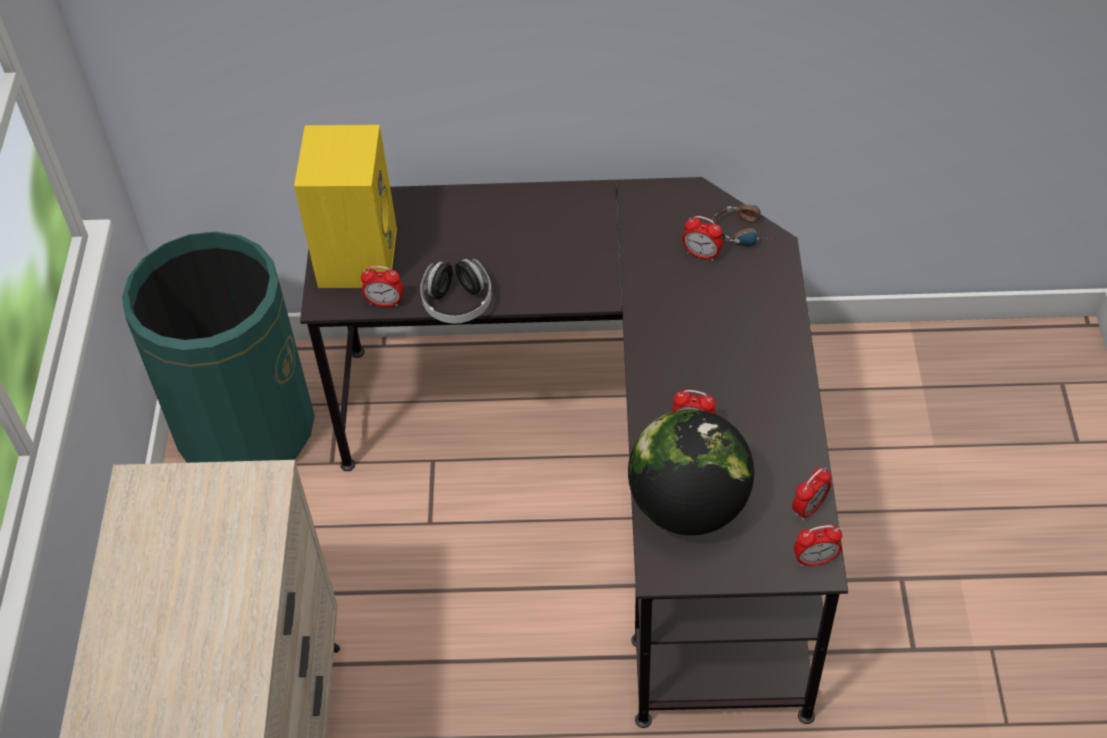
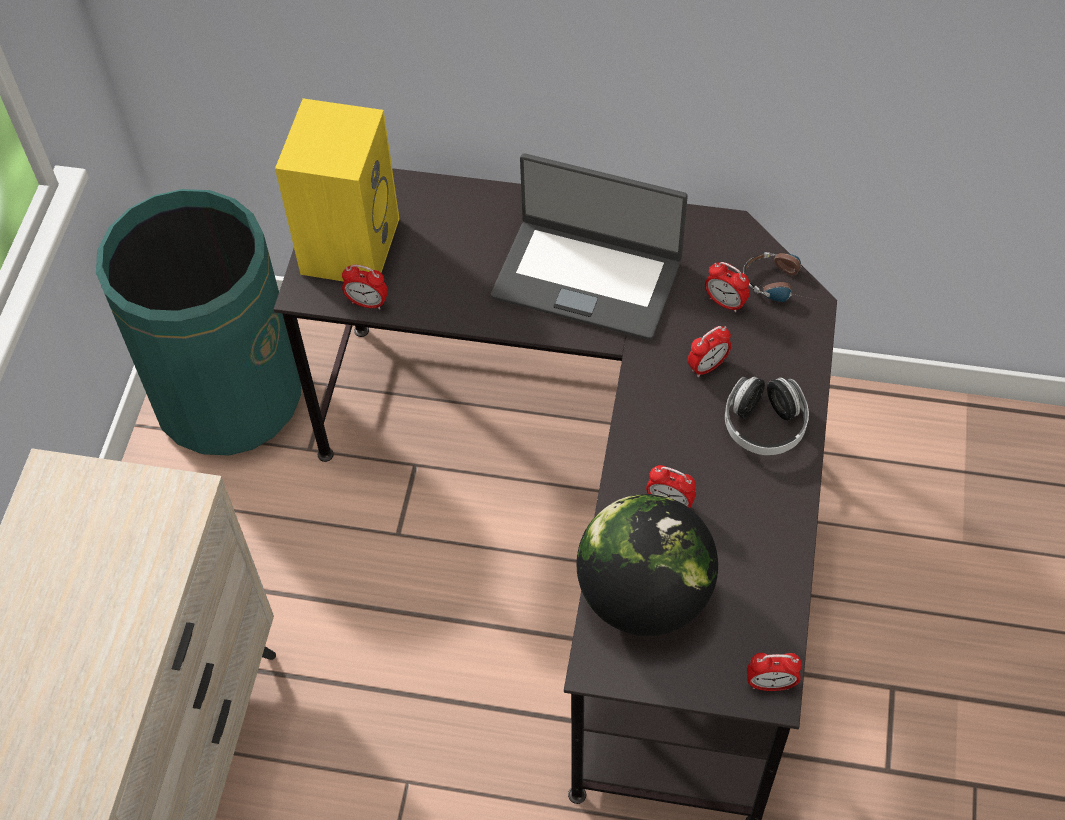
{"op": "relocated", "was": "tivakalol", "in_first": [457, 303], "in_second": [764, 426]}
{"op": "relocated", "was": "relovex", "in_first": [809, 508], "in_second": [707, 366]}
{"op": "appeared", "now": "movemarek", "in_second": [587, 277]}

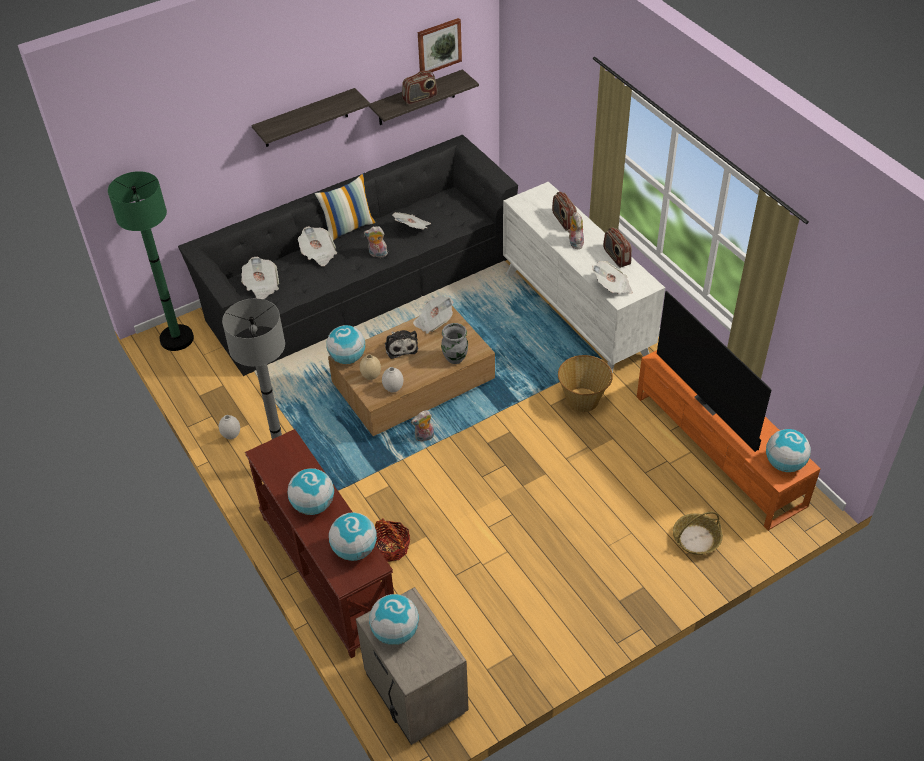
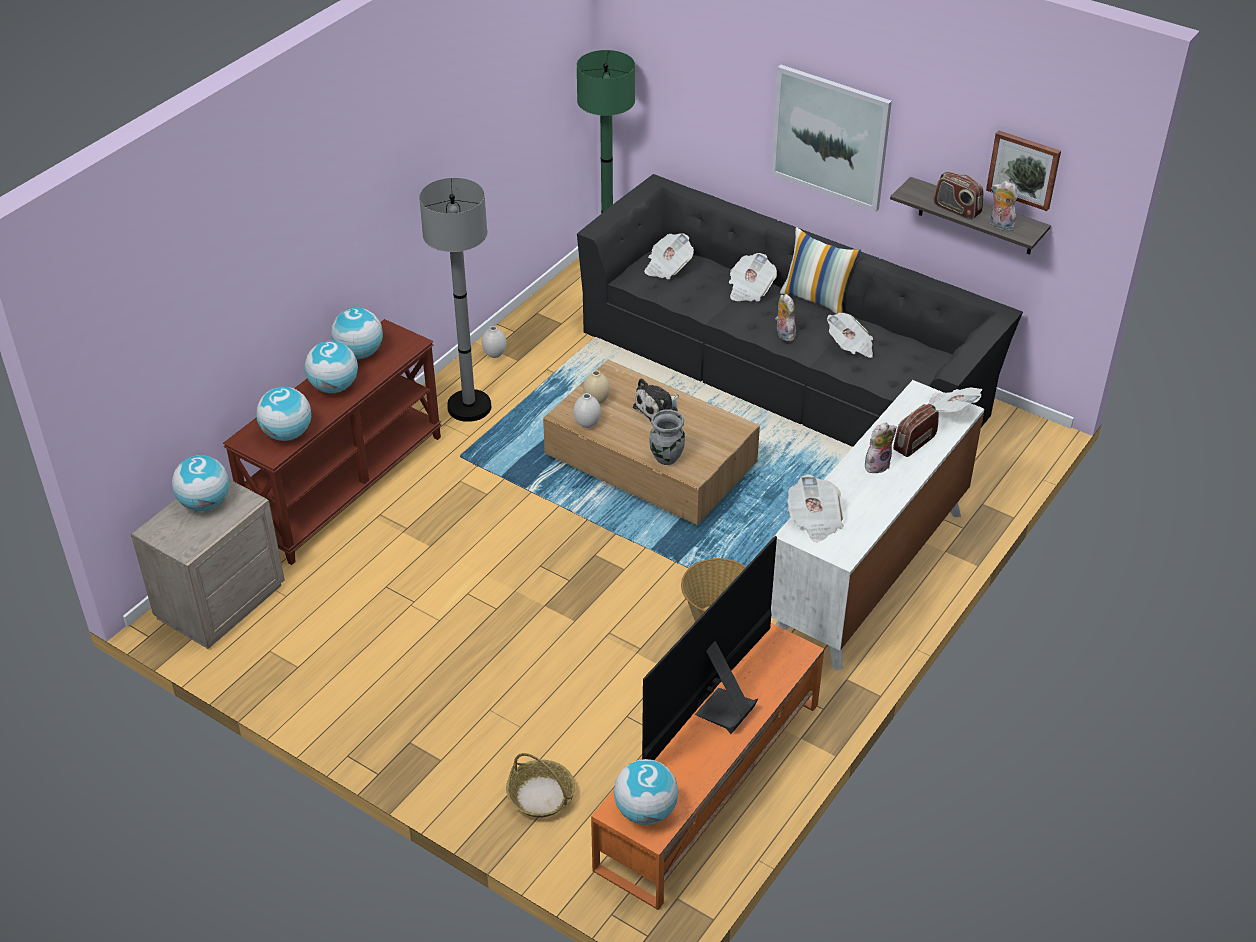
{"op": "exchanged", "was": "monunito", "now": "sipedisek", "in_first": [305, 118], "in_second": [830, 137]}
{"op": "relocated", "was": "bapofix", "in_first": [347, 358], "in_second": [359, 353]}
{"op": "missing", "was": "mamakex", "in_first": [391, 547]}
{"op": "relocated", "was": "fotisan", "in_first": [424, 438], "in_second": [1000, 226]}
{"op": "relocated", "was": "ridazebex", "in_first": [433, 322], "in_second": [950, 411]}
{"op": "missing", "was": "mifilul", "in_first": [616, 257]}

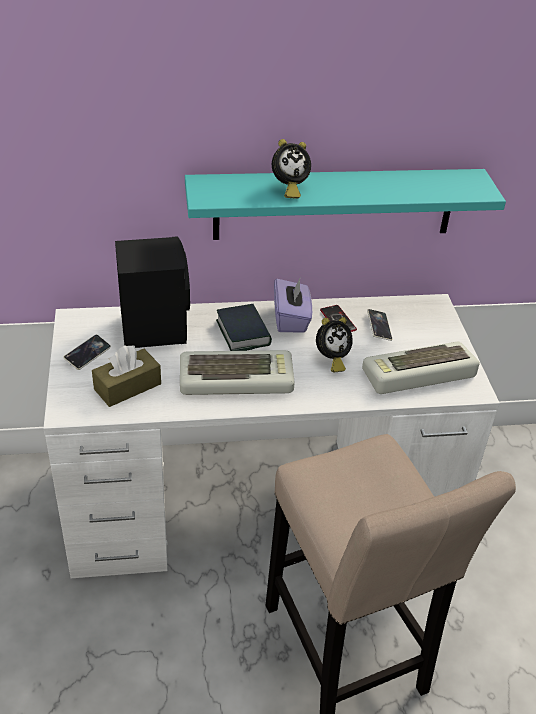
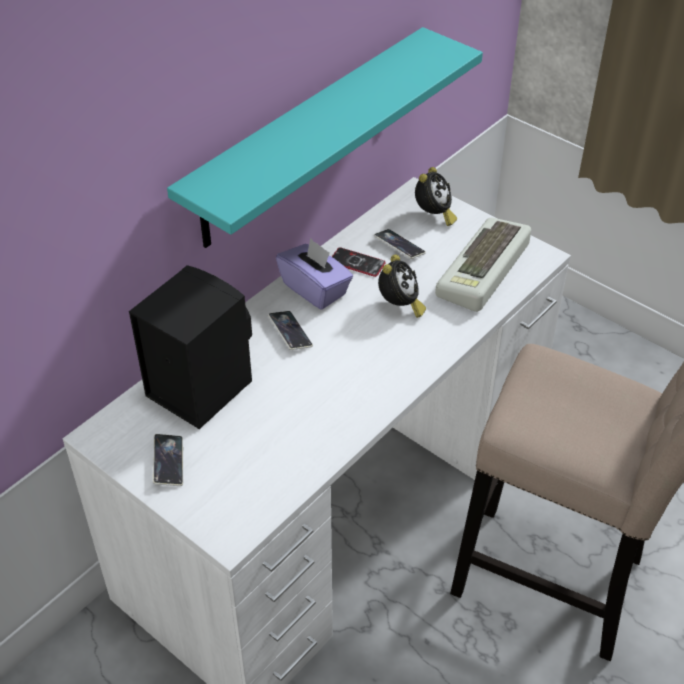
{"op": "missing", "was": "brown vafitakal", "in_first": [127, 386]}
{"op": "missing", "was": "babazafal", "in_first": [237, 378]}
{"op": "exchanged", "was": "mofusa", "now": "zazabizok", "in_first": [243, 333], "in_second": [290, 333]}
{"op": "relocated", "was": "relovex", "in_first": [288, 189], "in_second": [433, 216]}

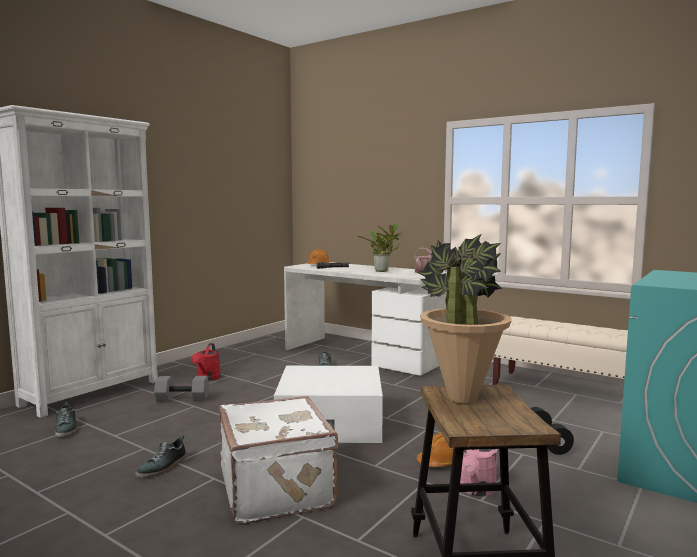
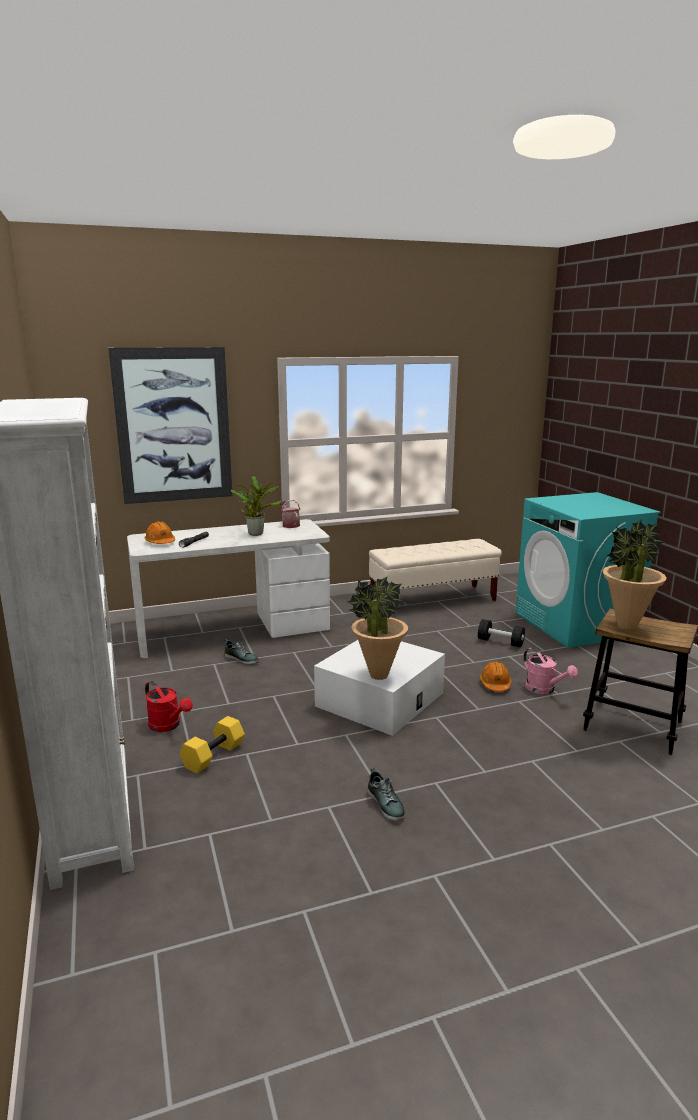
{"op": "missing", "was": "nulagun", "in_first": [66, 428]}
{"op": "colour", "was": "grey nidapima", "now": "yellow nidapima", "in_first": [183, 398], "in_second": [213, 755]}
{"op": "missing", "was": "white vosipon", "in_first": [278, 488]}
{"op": "appeared", "now": "sipedisek", "in_second": [173, 426]}
{"op": "appeared", "now": "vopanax", "in_second": [378, 675]}

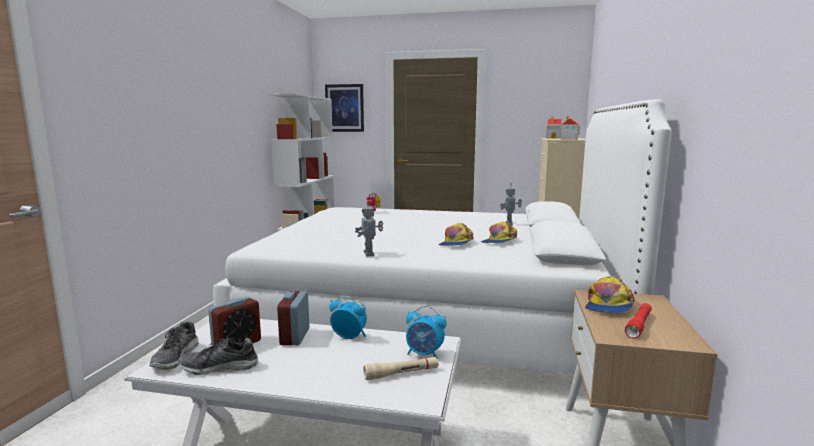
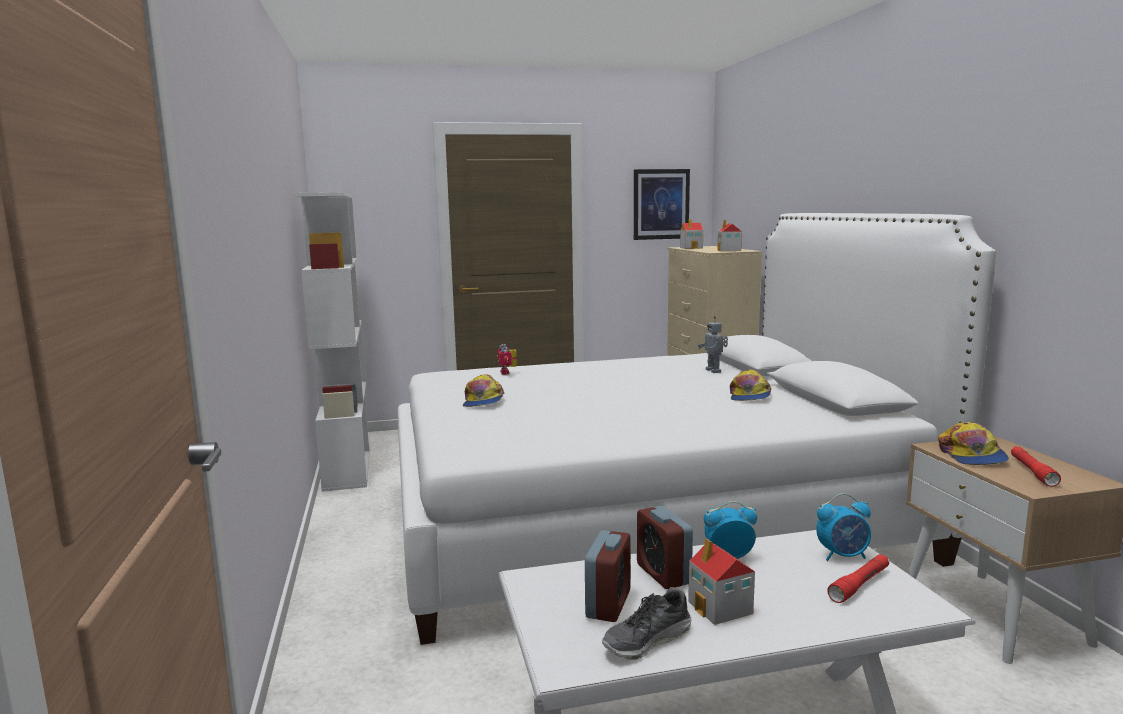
{"op": "missing", "was": "nulagun", "in_first": [176, 357]}
{"op": "relocated", "was": "sipedisek", "in_first": [344, 108], "in_second": [661, 204]}
{"op": "missing", "was": "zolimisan", "in_first": [370, 254]}
{"op": "colour", "was": "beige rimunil", "now": "red rimunil", "in_first": [401, 374], "in_second": [859, 585]}
{"op": "relocated", "was": "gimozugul", "in_first": [456, 243], "in_second": [483, 401]}
{"op": "appeared", "now": "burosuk", "in_second": [721, 608]}

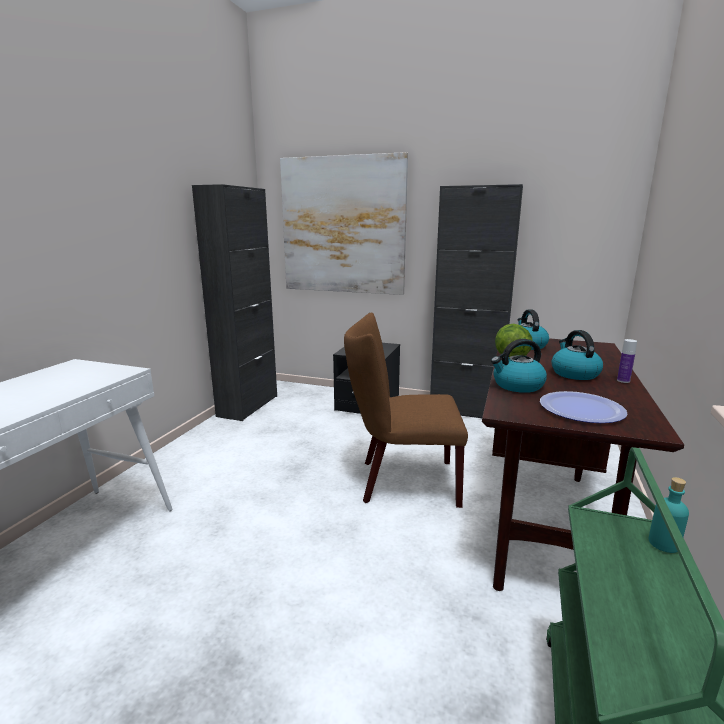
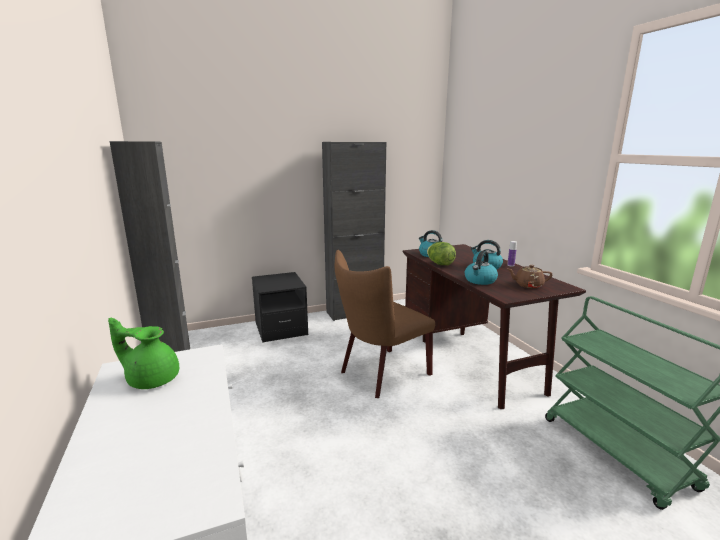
{"op": "missing", "was": "sipedisek", "in_first": [343, 226]}
{"op": "exchanged", "was": "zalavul", "now": "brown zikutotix", "in_first": [581, 409], "in_second": [528, 285]}
{"op": "missing", "was": "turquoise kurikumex", "in_first": [664, 543]}
{"op": "appeared", "now": "green zikutotix", "in_second": [152, 379]}

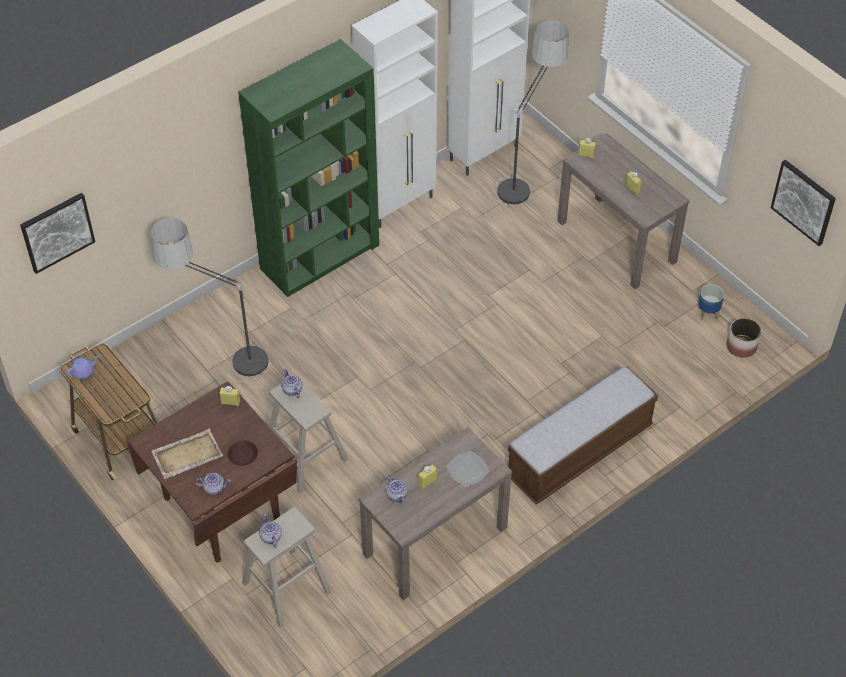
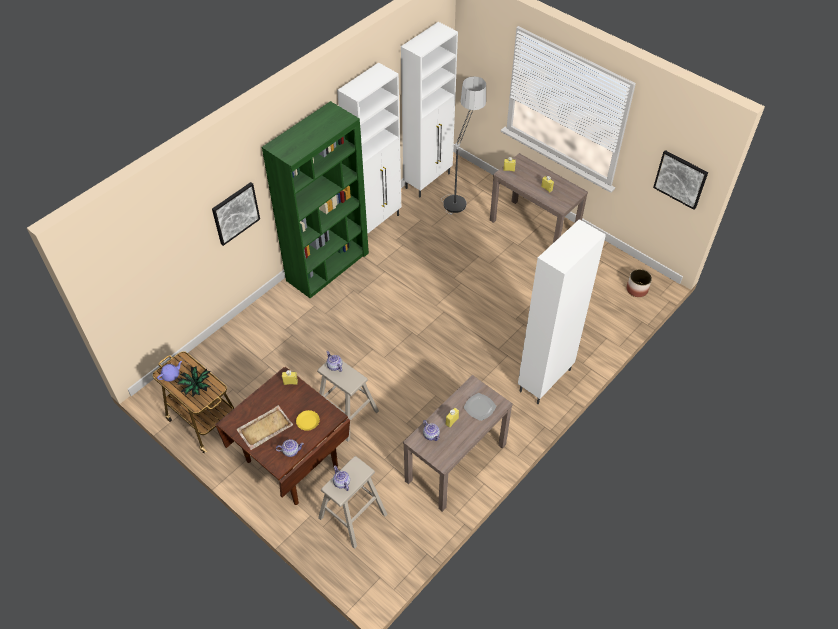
{"op": "relocated", "was": "sipedisek", "in_first": [57, 232], "in_second": [235, 213]}
{"op": "missing", "was": "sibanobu", "in_first": [221, 360]}
{"op": "colour", "was": "brown zalavul", "now": "yellow zalavul", "in_first": [242, 455], "in_second": [307, 422]}
{"op": "exchanged", "was": "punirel", "now": "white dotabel", "in_first": [579, 452], "in_second": [544, 380]}
{"op": "missing", "was": "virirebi", "in_first": [707, 313]}
{"op": "appeared", "now": "vopanax", "in_second": [196, 386]}

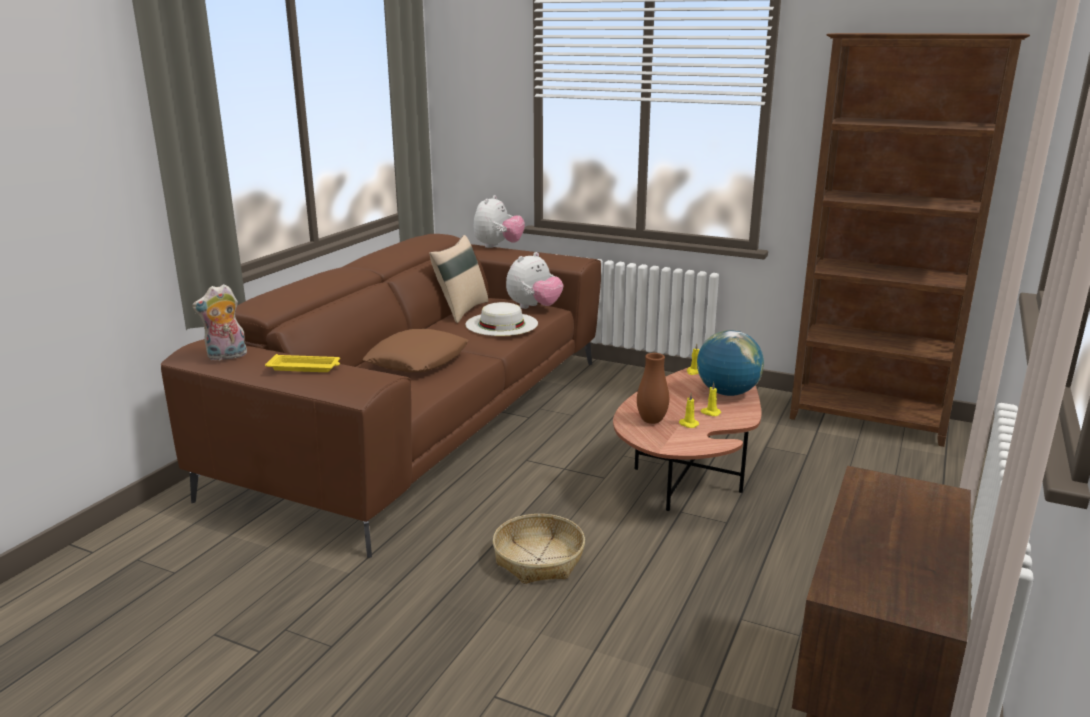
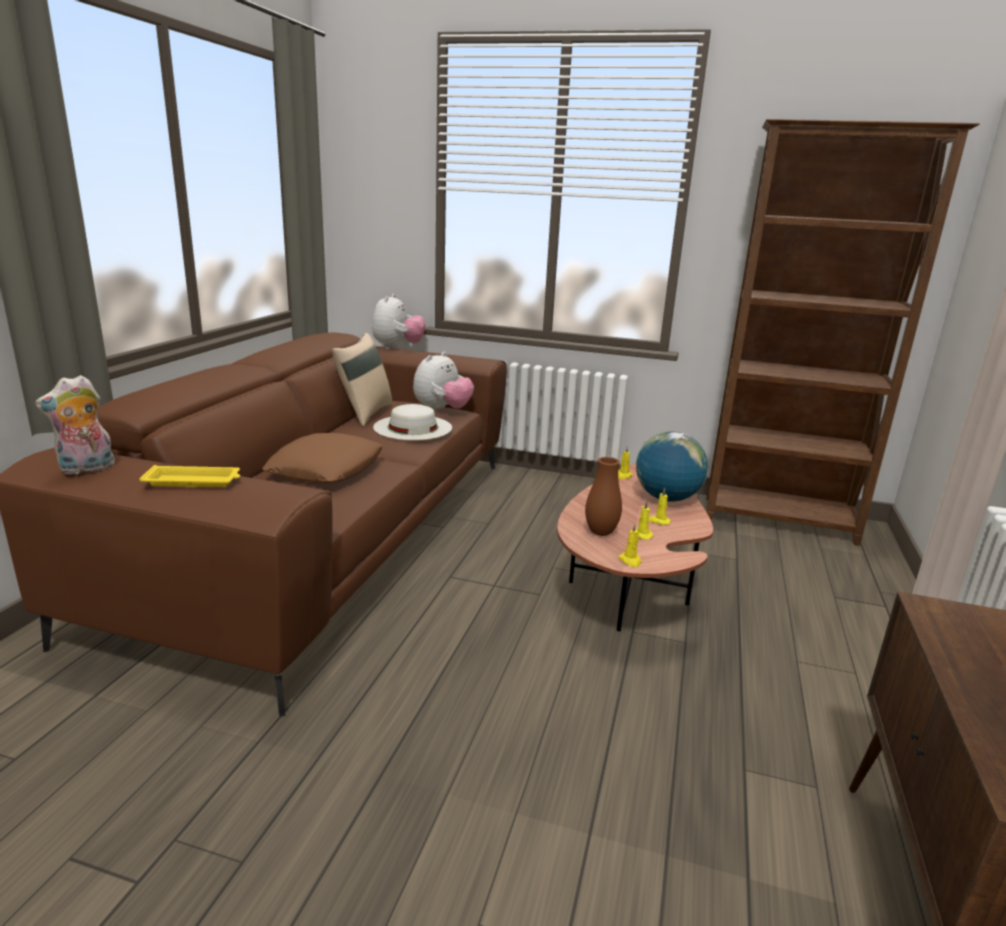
{"op": "missing", "was": "mamakex", "in_first": [539, 559]}
{"op": "appeared", "now": "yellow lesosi", "in_second": [630, 561]}

